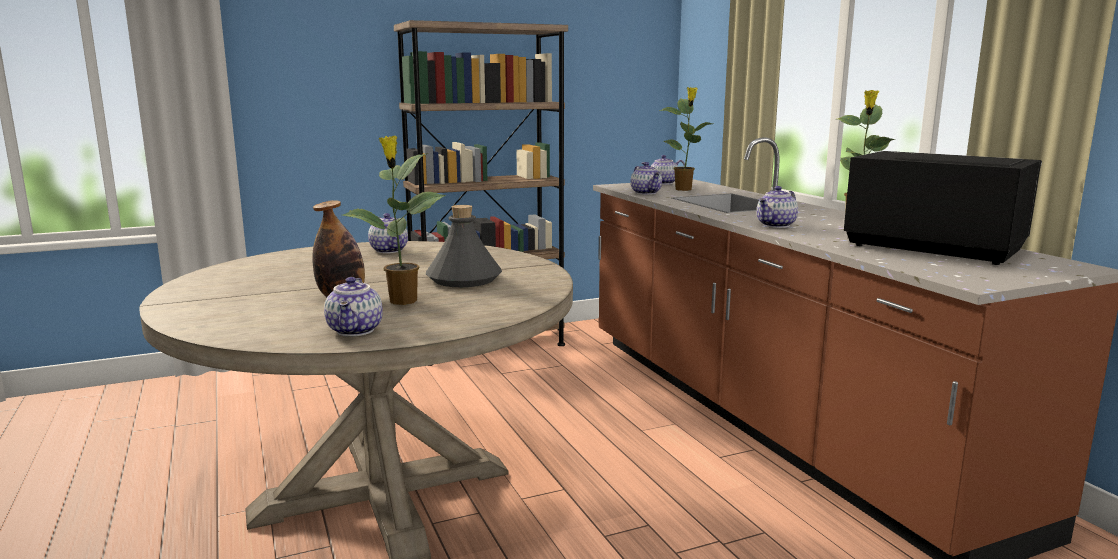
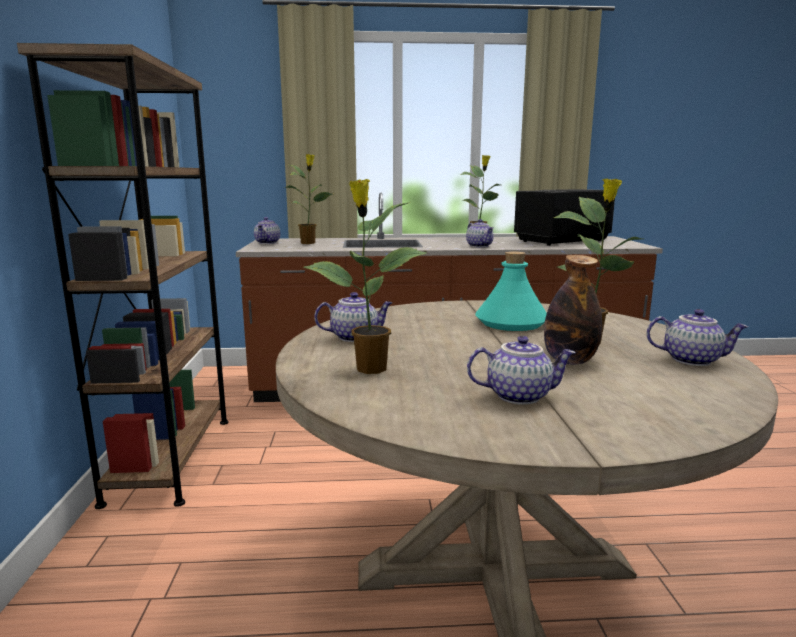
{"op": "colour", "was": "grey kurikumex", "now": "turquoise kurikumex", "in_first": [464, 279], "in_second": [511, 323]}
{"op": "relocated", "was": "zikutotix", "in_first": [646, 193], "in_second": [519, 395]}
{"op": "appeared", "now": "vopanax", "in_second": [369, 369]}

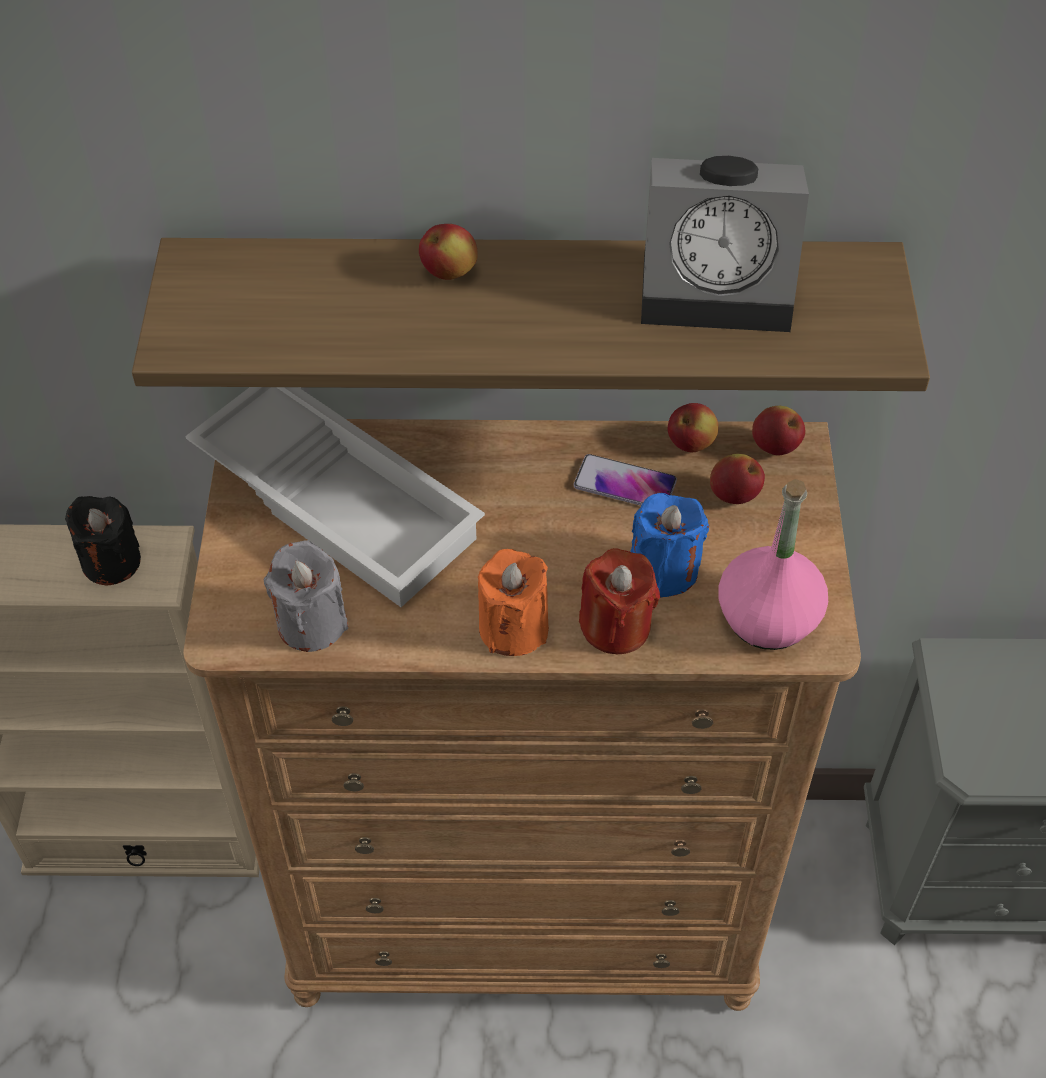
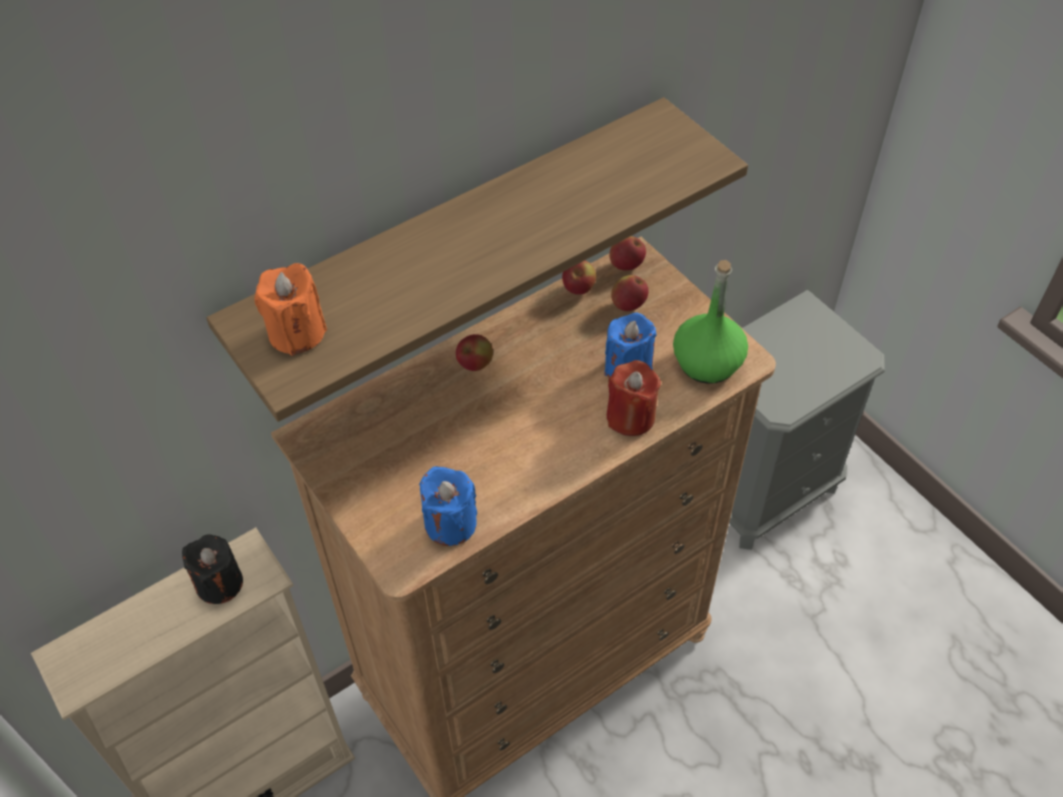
{"op": "missing", "was": "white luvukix", "in_first": [341, 498]}
{"op": "colour", "was": "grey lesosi", "now": "blue lesosi", "in_first": [311, 623], "in_second": [450, 523]}
{"op": "relocated", "was": "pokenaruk", "in_first": [449, 272], "in_second": [475, 364]}
{"op": "relocated", "was": "orange lesosi", "in_first": [513, 628], "in_second": [297, 333]}
{"op": "missing", "was": "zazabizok", "in_first": [625, 484]}
{"op": "missing", "was": "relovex", "in_first": [721, 288]}
{"op": "colour", "was": "pink kurikumex", "now": "green kurikumex", "in_first": [768, 618], "in_second": [707, 363]}

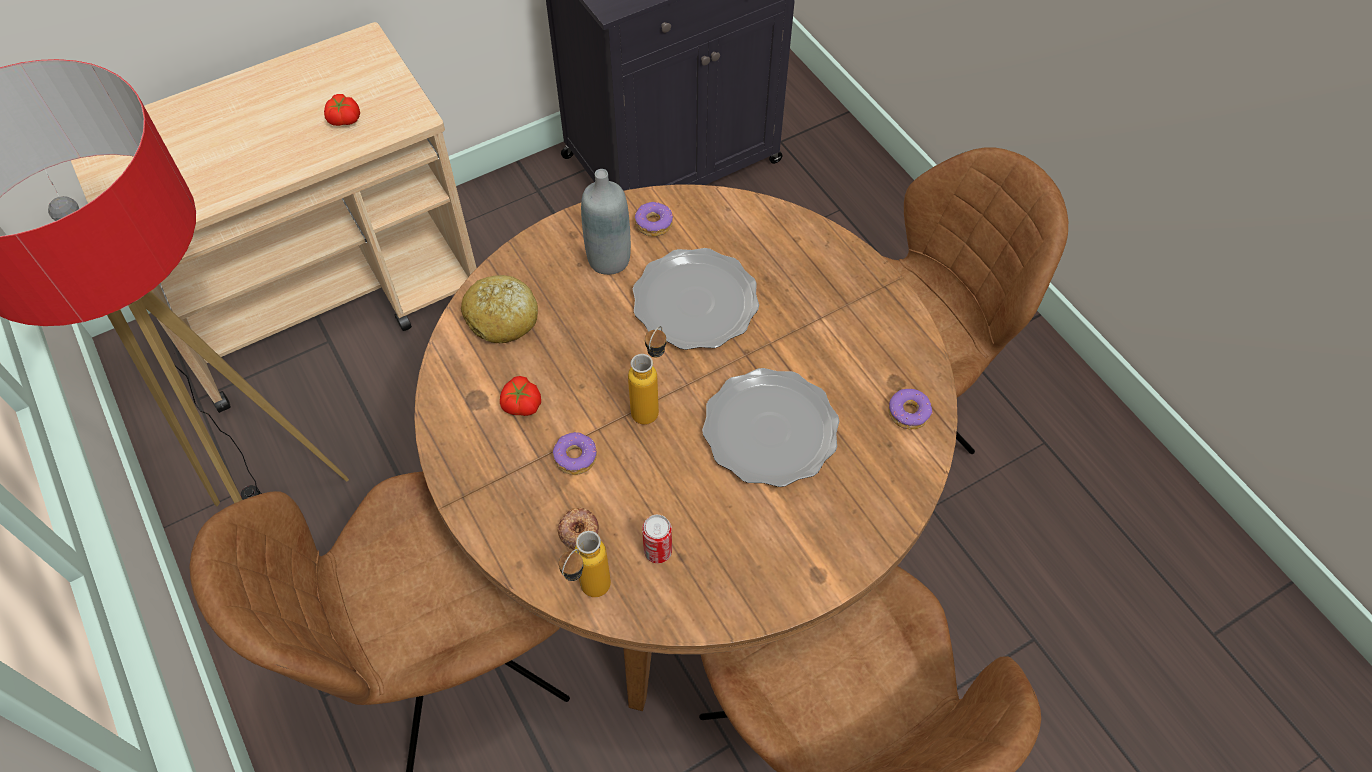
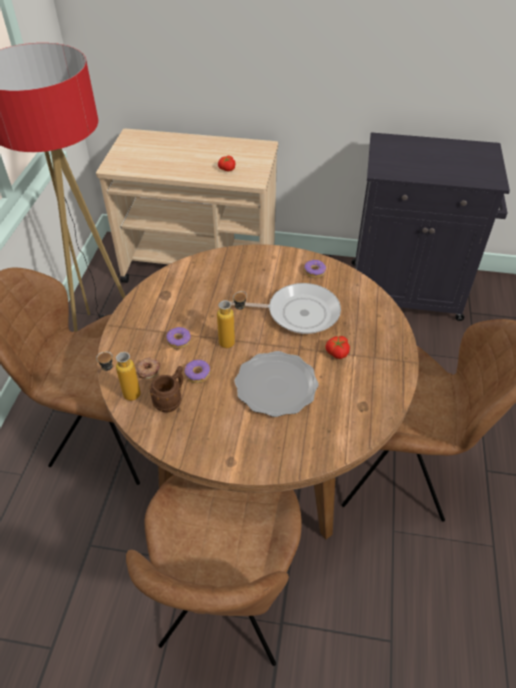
{"op": "missing", "was": "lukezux", "in_first": [502, 318]}
{"op": "relocated", "was": "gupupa", "in_first": [521, 405], "in_second": [336, 352]}
{"op": "missing", "was": "grey kurikumex", "in_first": [609, 259]}
{"op": "exchanged", "was": "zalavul", "now": "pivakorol", "in_first": [694, 302], "in_second": [299, 313]}
{"op": "exchanged", "was": "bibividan", "now": "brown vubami", "in_first": [658, 551], "in_second": [171, 400]}
{"op": "relocated", "was": "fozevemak", "in_first": [909, 413], "in_second": [197, 374]}

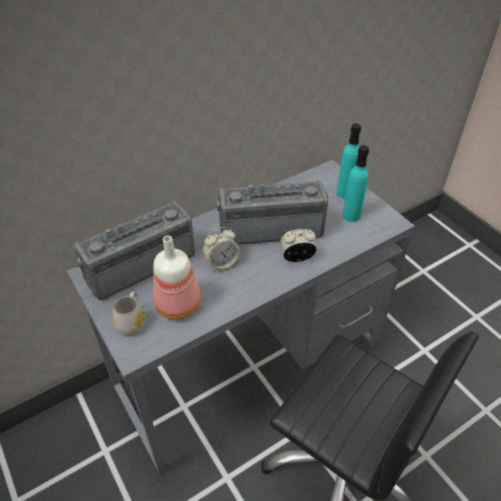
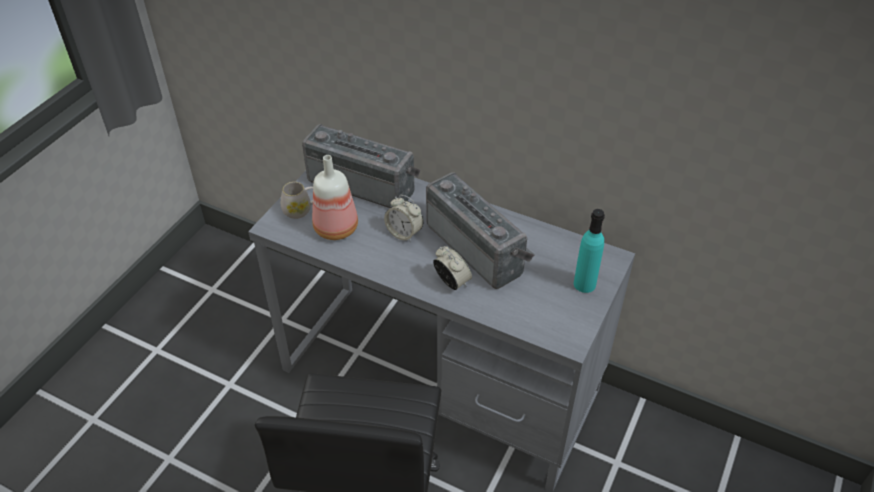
{"op": "missing", "was": "turquoise kurikumex", "in_first": [351, 215]}

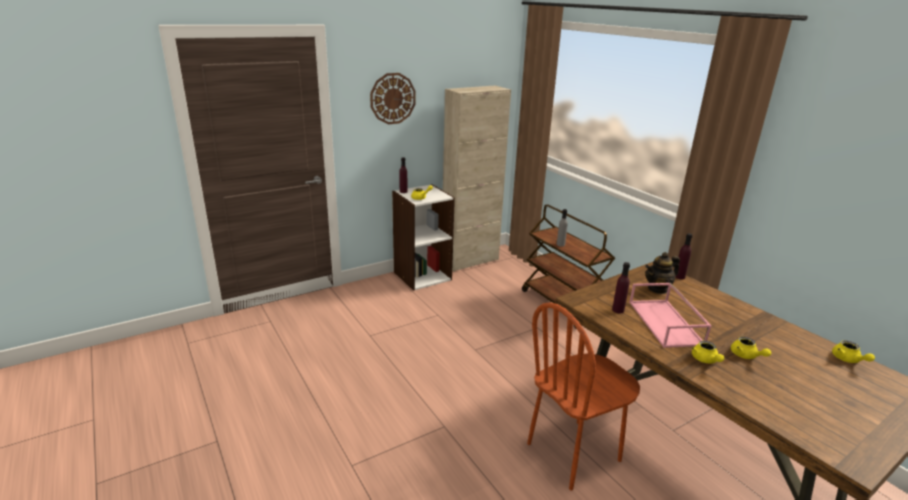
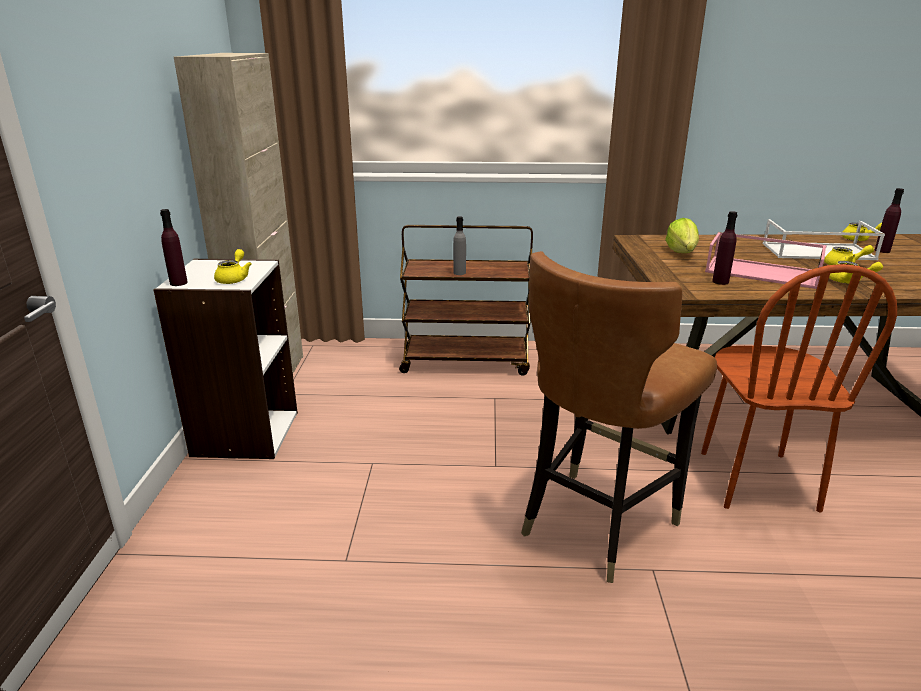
{"op": "missing", "was": "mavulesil", "in_first": [392, 98]}
{"op": "exchanged", "was": "zikutotix", "now": "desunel", "in_first": [658, 288], "in_second": [682, 252]}
{"op": "relocated", "was": "purple kurikumex", "in_first": [679, 277], "in_second": [882, 250]}
{"op": "appeared", "now": "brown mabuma", "in_second": [596, 523]}
{"op": "appeared", "now": "white luvukix", "in_second": [817, 252]}

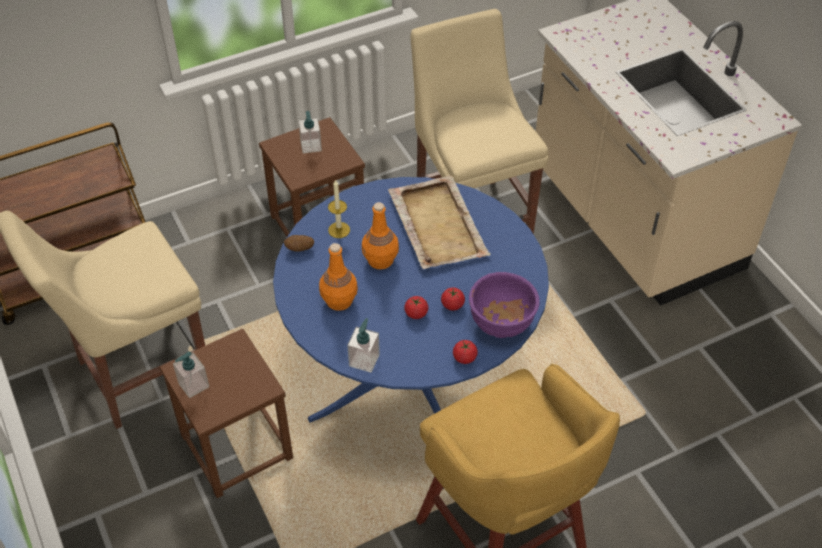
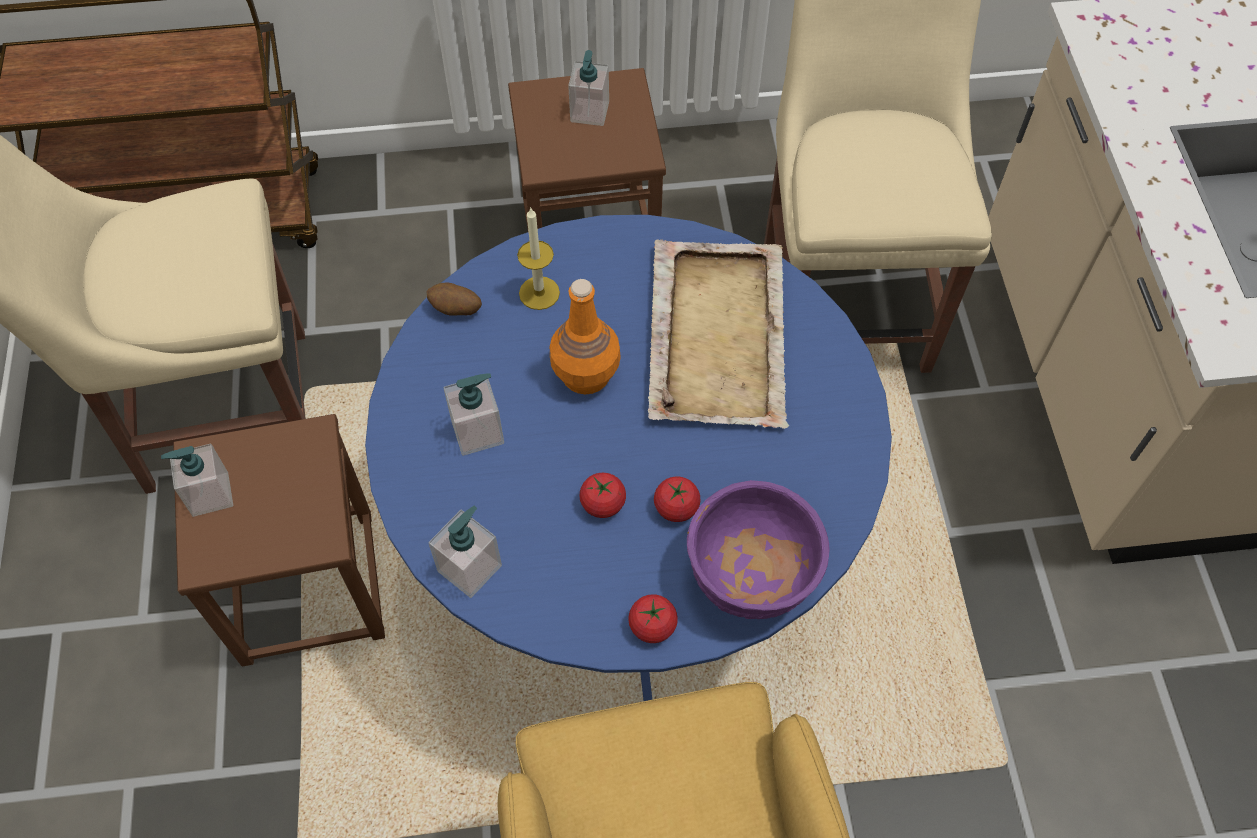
{"op": "exchanged", "was": "orange kurikumex", "now": "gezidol", "in_first": [338, 300], "in_second": [478, 432]}

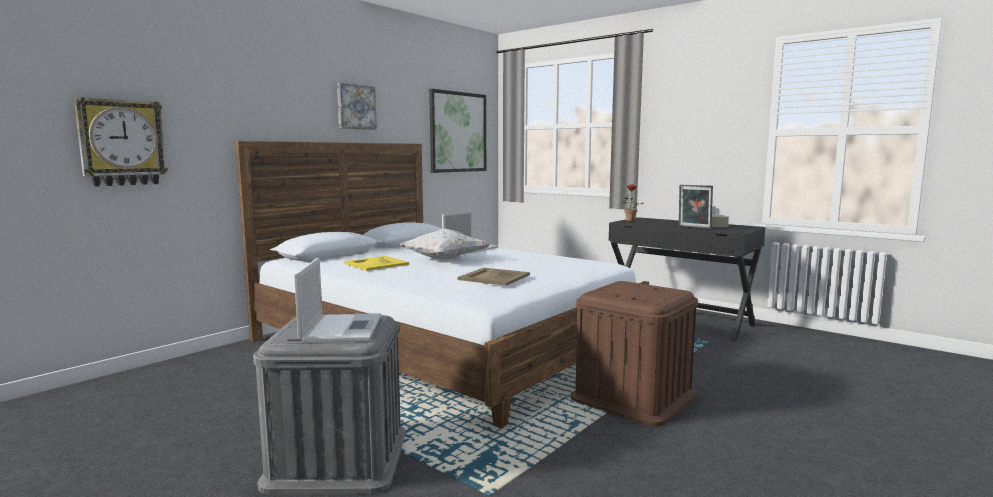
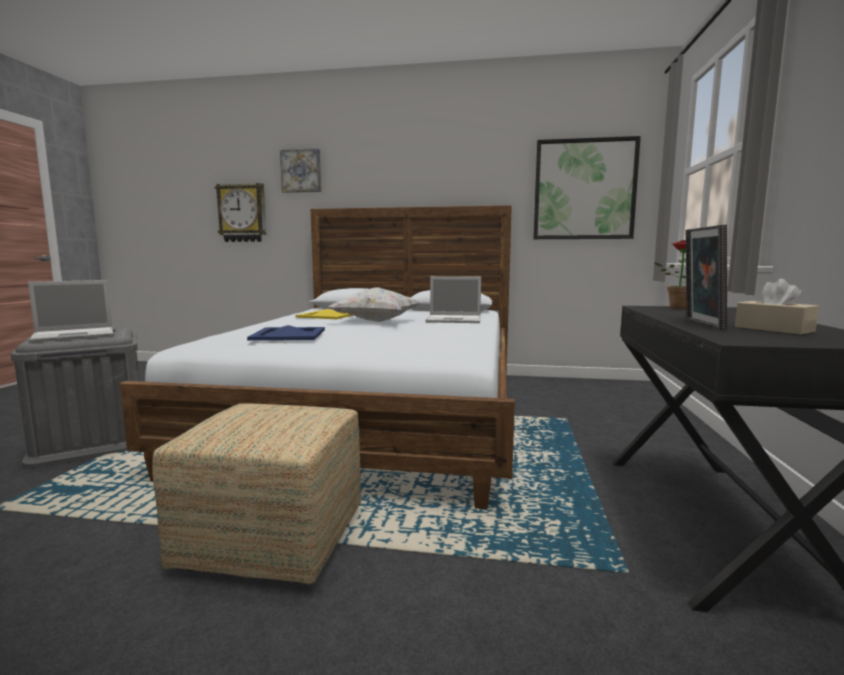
{"op": "relocated", "was": "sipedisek", "in_first": [355, 107], "in_second": [301, 171]}
{"op": "colour", "was": "beige luvukix", "now": "blue luvukix", "in_first": [493, 277], "in_second": [288, 334]}
{"op": "exchanged", "was": "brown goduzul", "now": "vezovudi", "in_first": [633, 397], "in_second": [275, 540]}

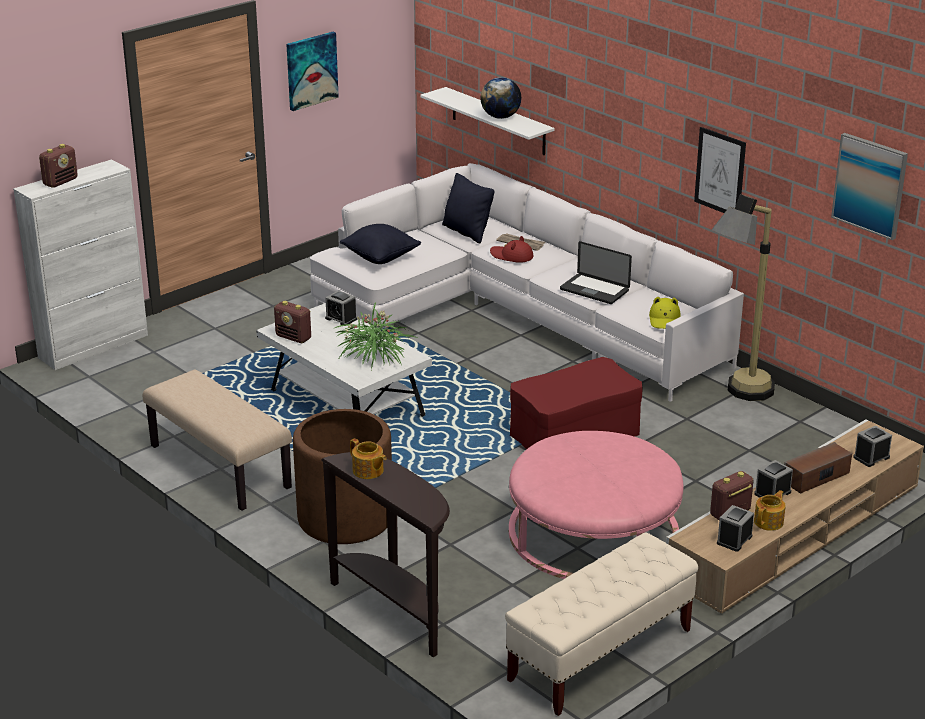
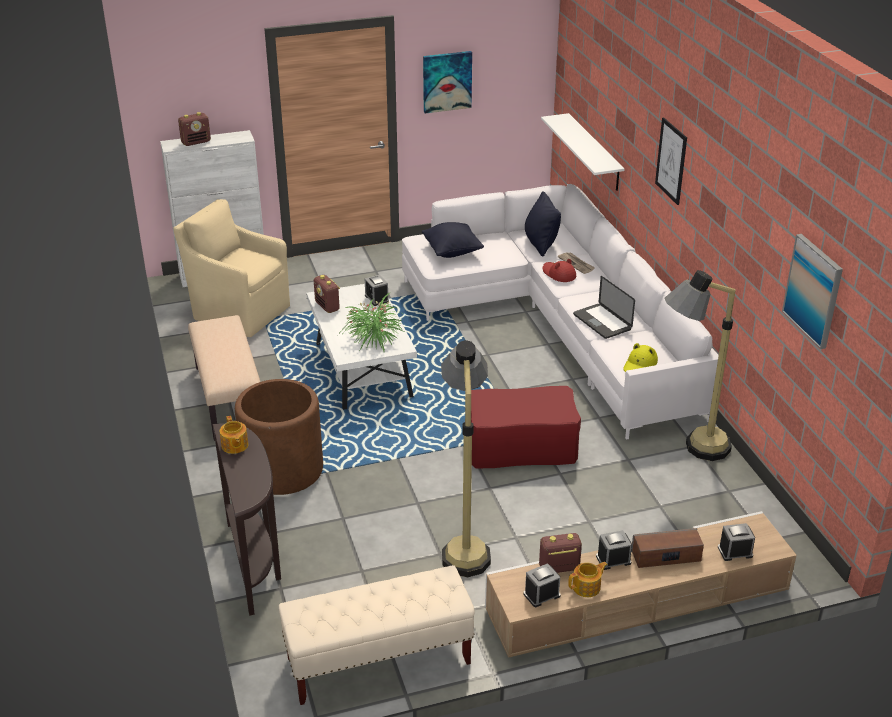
{"op": "missing", "was": "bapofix", "in_first": [500, 117]}
{"op": "exchanged", "was": "pink vezovudi", "now": "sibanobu", "in_first": [593, 531], "in_second": [464, 543]}
{"op": "relocated", "was": "sipedisek", "in_first": [720, 172], "in_second": [671, 161]}
{"op": "appeared", "now": "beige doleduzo", "in_second": [239, 311]}

